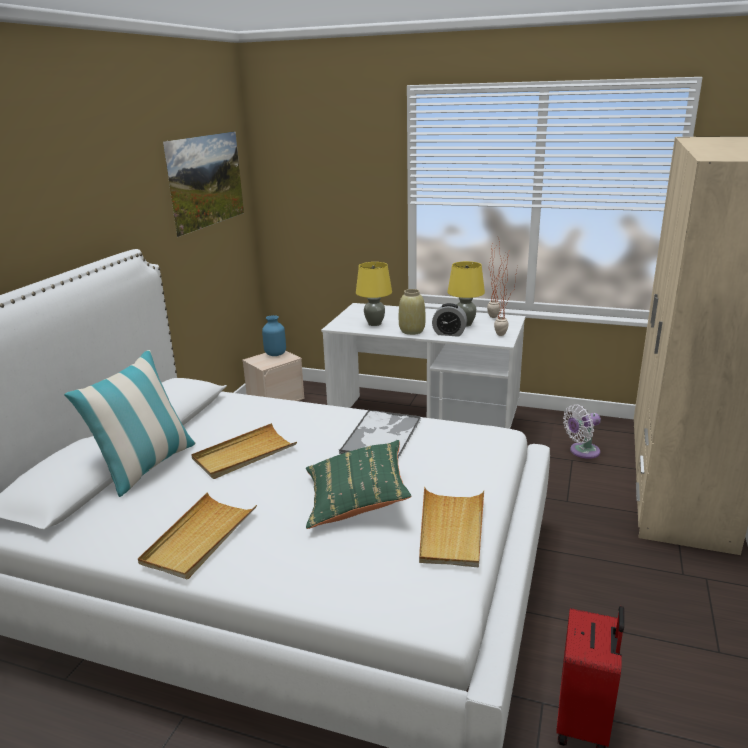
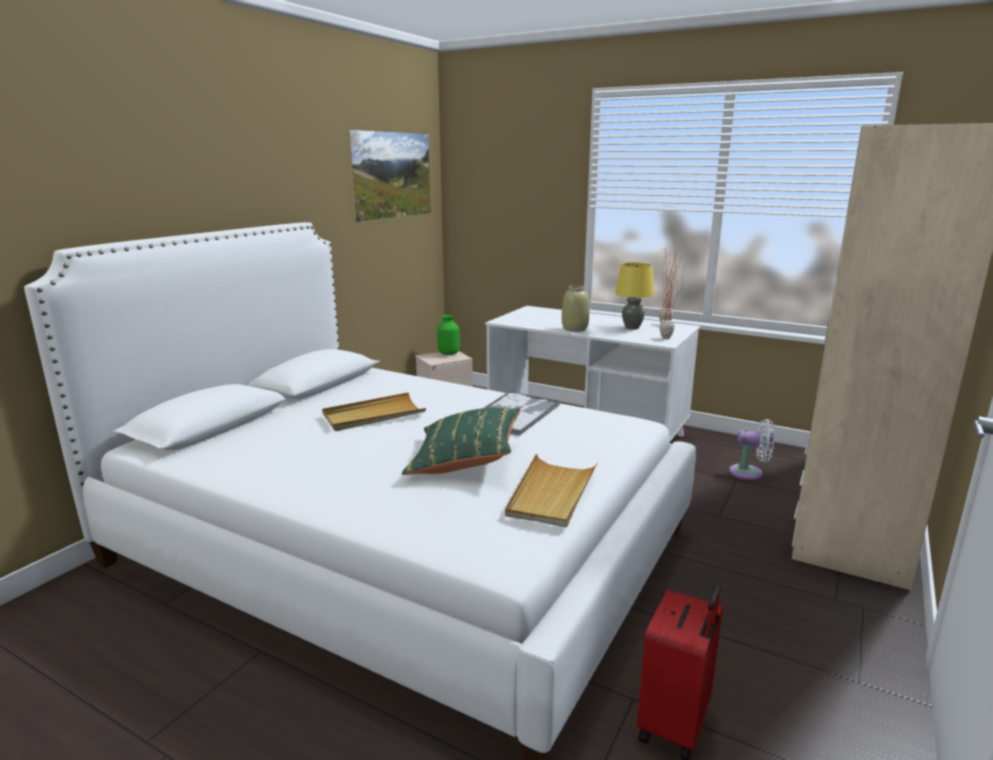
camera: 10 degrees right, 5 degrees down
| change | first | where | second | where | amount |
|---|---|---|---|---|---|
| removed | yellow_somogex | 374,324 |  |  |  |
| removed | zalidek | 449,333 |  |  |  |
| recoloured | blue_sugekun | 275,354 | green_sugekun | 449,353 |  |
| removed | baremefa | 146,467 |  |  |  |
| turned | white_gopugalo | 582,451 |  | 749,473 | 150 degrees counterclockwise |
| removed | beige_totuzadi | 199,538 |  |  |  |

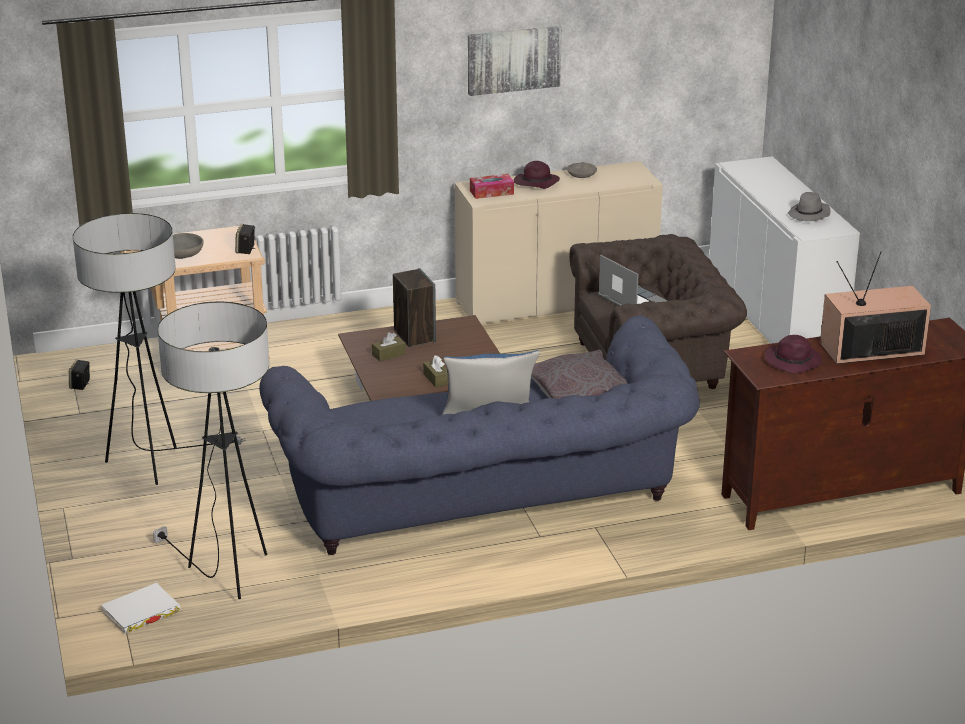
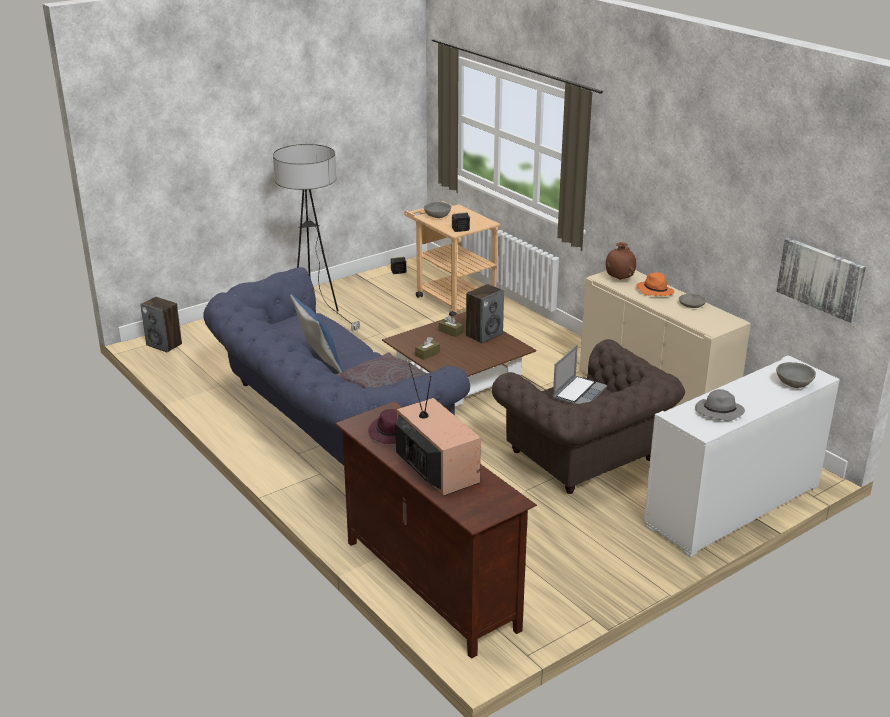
camera: 70 degrees right, 0 degrees up
| change | first | where | second | where | amount |
|---|---|---|---|---|---|
| moved | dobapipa | 513,59 |  | 821,279 |  |
| recoloured | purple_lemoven | 535,183 | orange_lemoven | 654,291 |  |
| replaced | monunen | 491,192 | brown_sugekun | 619,279 |  |
| removed | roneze | 228,577 |  |  |  |
| replaced | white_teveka | 141,612 | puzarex | 164,344 |  |
| added |  |  | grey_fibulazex | 794,384 |  |

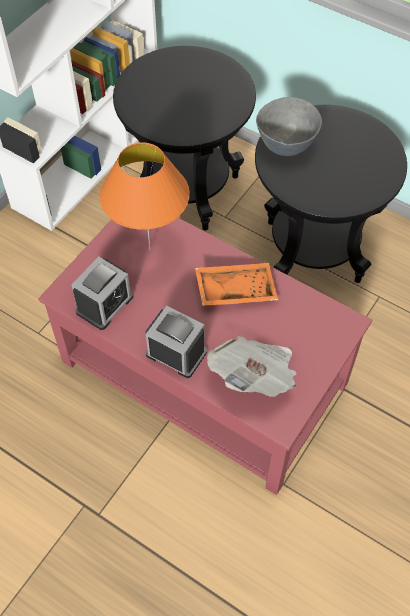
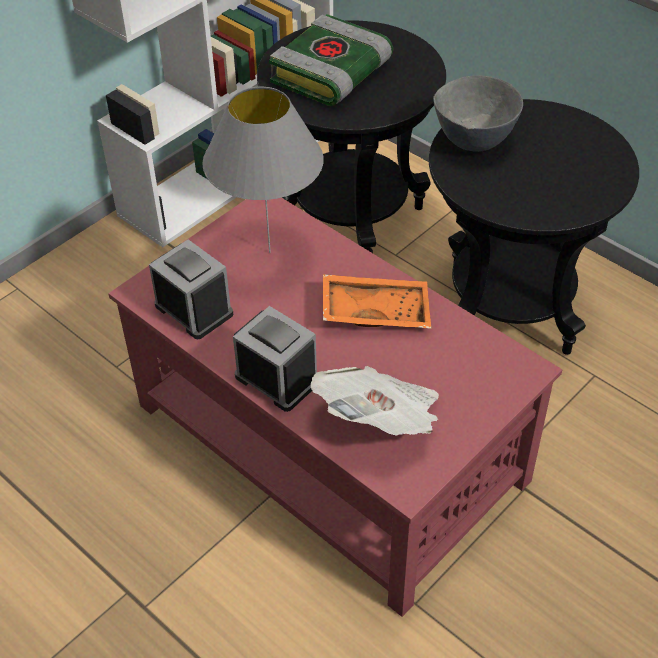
camera: 10 degrees right, 10 degrees down
| change | first | where | second | where | amount |
|---|---|---|---|---|---|
| recoloured | orange_somogex | 149,250 | grey_somogex | 269,252 |  |
| turned | zalidek | 104,304 |  | 194,310 | 90 degrees counterclockwise |
| added |  |  | teveka | 331,74 |  |

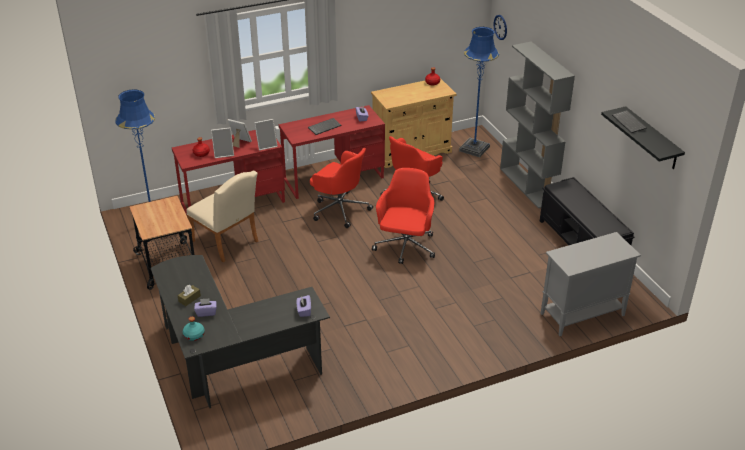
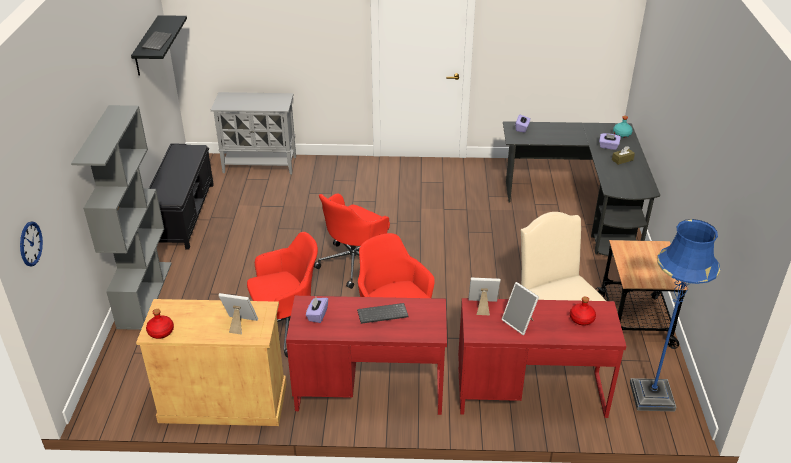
camera: 155 degrees left, 0 degrees up
| change | first | where | second | where | amount |
|---|---|---|---|---|---|
| removed | blue_roneze | 474,149 |  |  |  |
| moved | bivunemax | 224,153 |  | 239,324 |  |

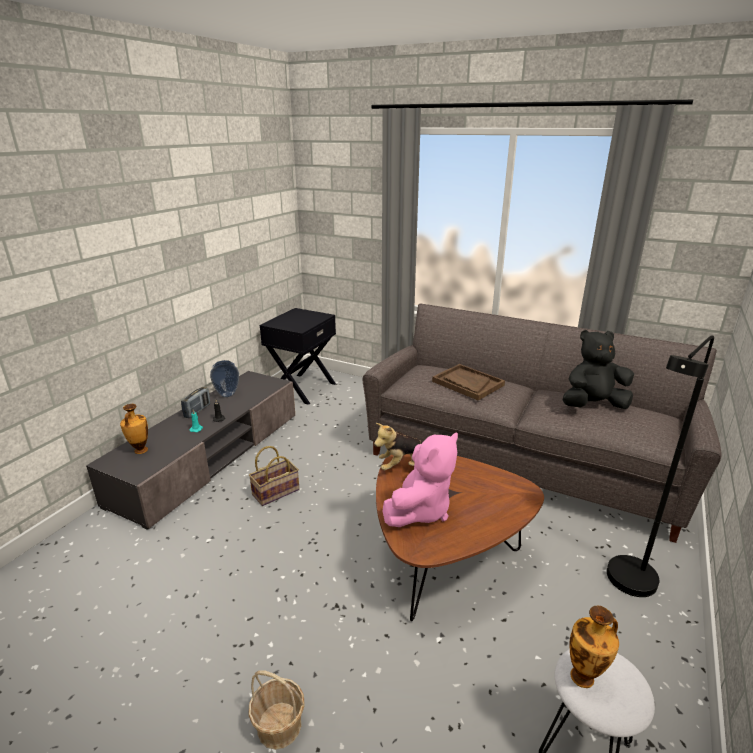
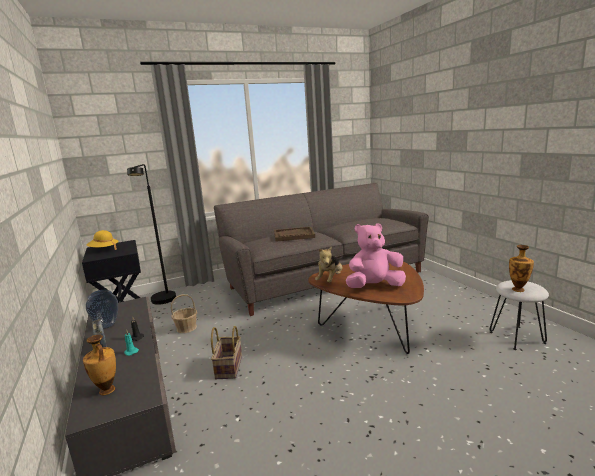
camera: 50 degrees left, 10 degrees down
| change | first | where | second | where | amount |
|---|---|---|---|---|---|
| removed | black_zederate | 592,405 |  |  |  |
| moved | black_roneze | 628,587 |  | 163,302 |  |
| turned | pink_zederate | 420,510 |  | 374,287 | 90 degrees counterclockwise |
| moved | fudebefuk | 279,726 |  | 186,328 |  |
| added |  |  | yellow_lemoven | 104,249 |  |

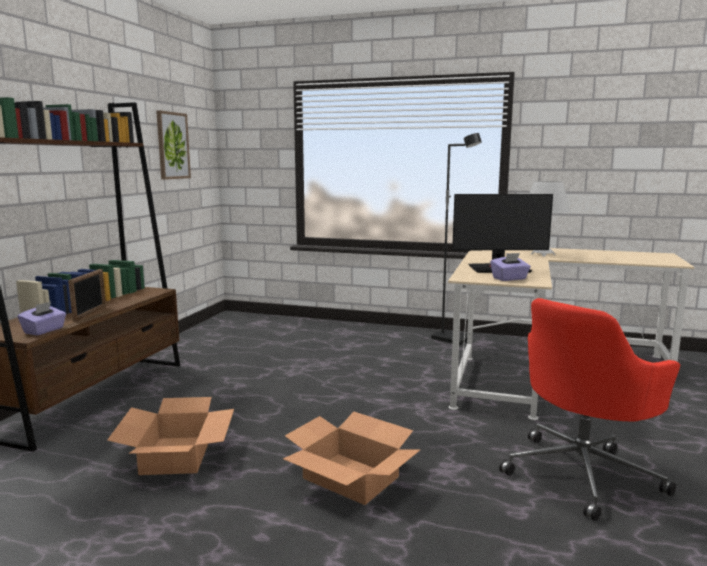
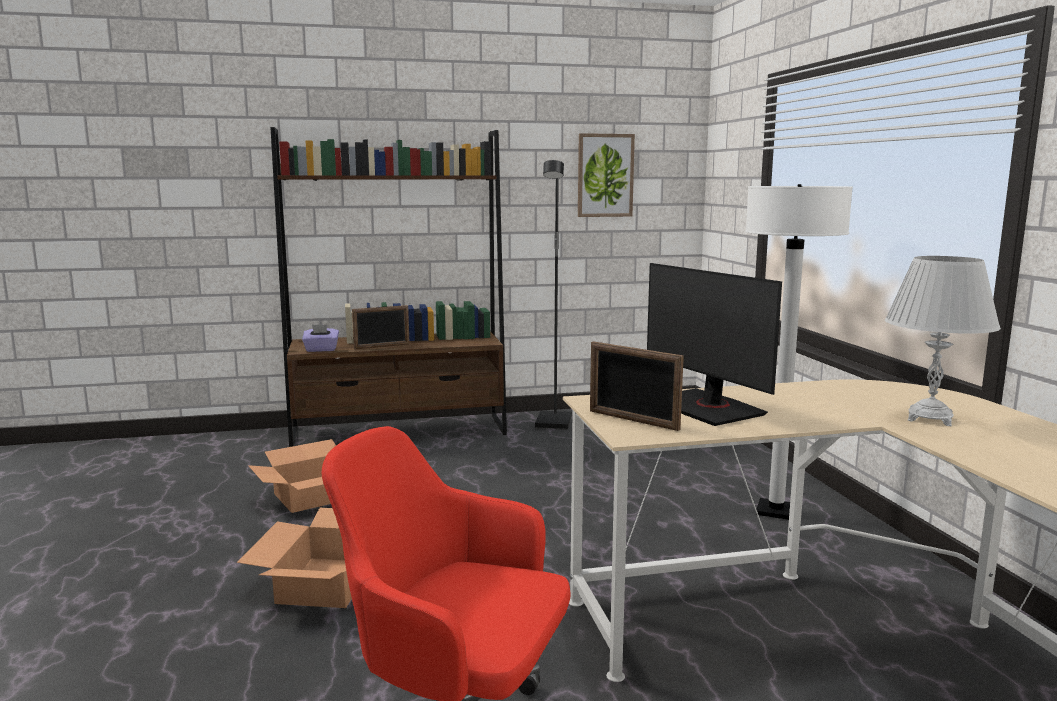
camera: 60 degrees right, 0 degrees up
| change | first | where | second | where | amount |
|---|---|---|---|---|---|
| moved | black_roneze | 452,339 |  | 554,423 |  |
| replaced | purple_monunen | 509,279 | bivunemax | 632,420 |  |
| added |  |  | white_roneze | 775,511 |  |

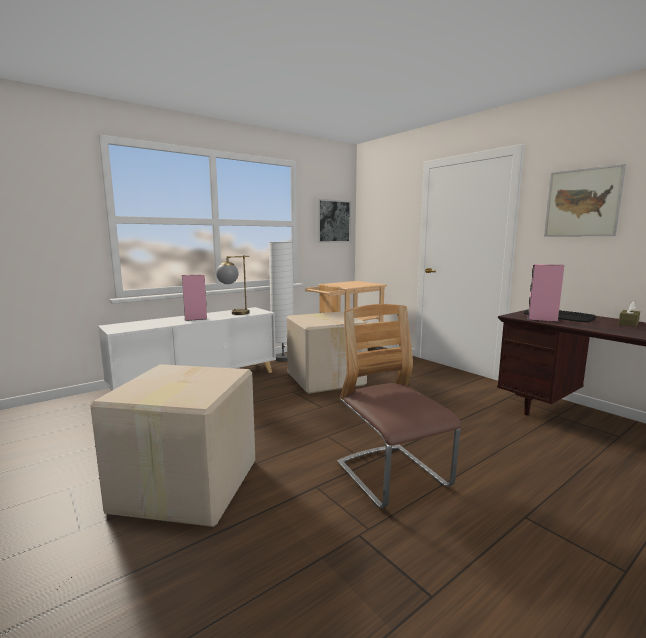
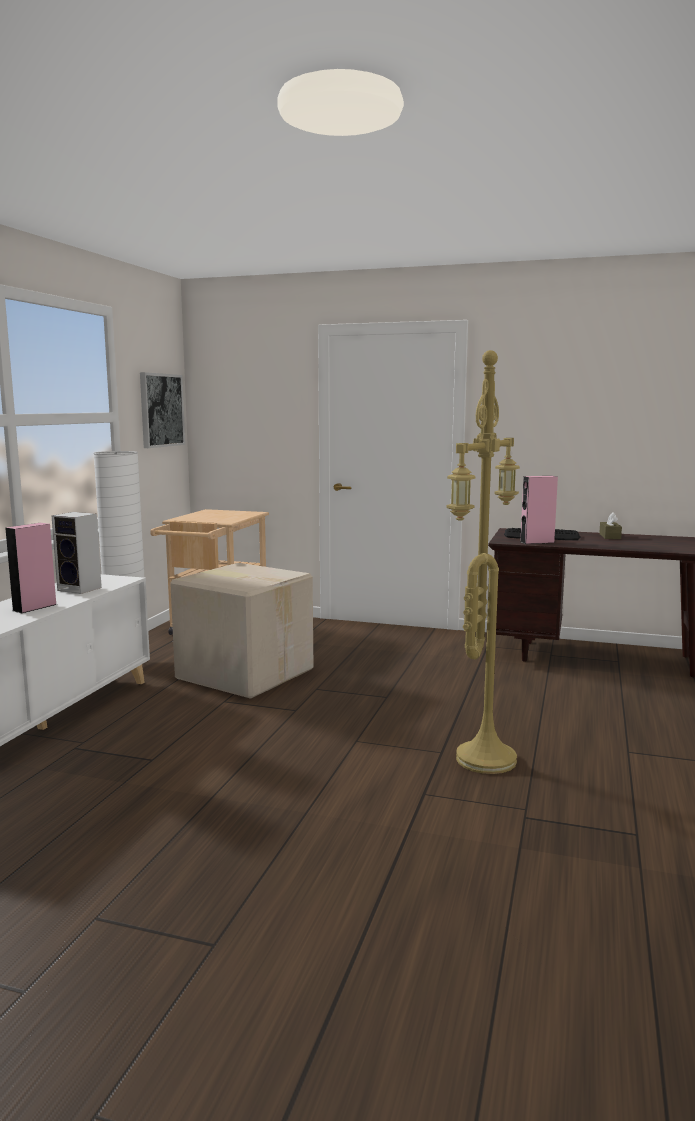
camera: 35 degrees left, 0 degrees up
| change | first | where | second | where | amount |
|---|---|---|---|---|---|
| removed | dobapipa | 582,203 |  |  |  |
| replaced | somogex | 234,314 | puzarex | 81,589 |  |
| replaced | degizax | 392,476 | yellow_roneze | 483,758 |  |
| removed | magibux | 184,486 |  |  |  |

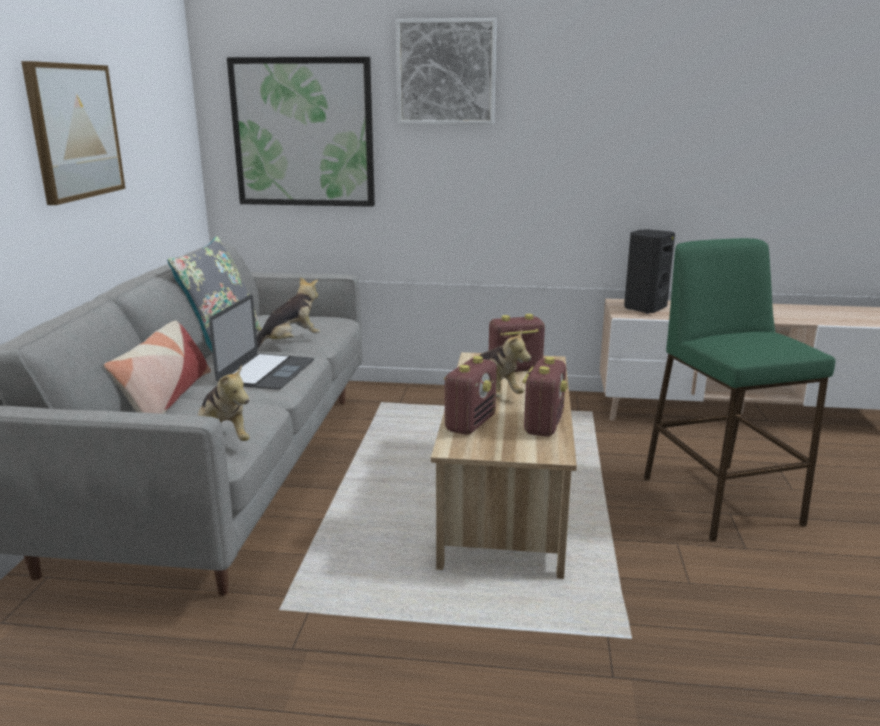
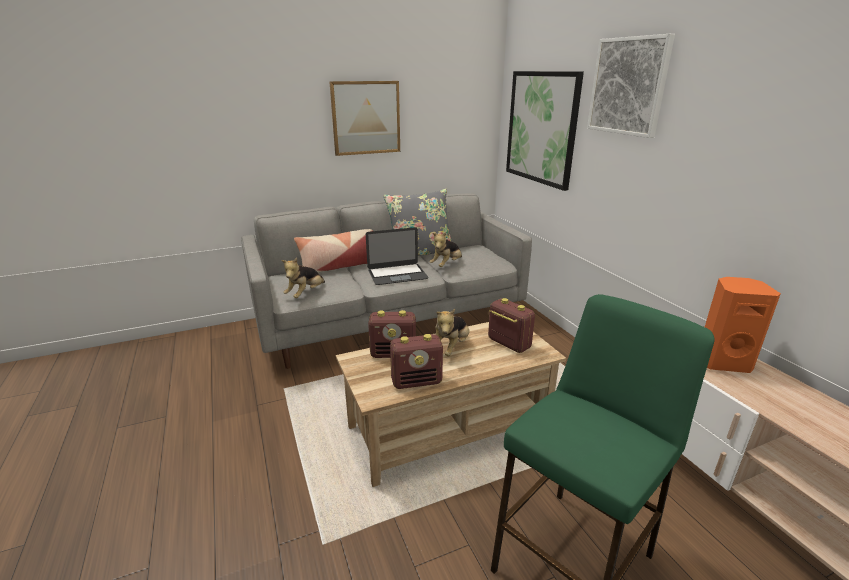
camera: 60 degrees right, 5 degrees up
| change | first | where | second | where | amount |
|---|---|---|---|---|---|
| recoloured | black_puzarex | 644,308 | orange_puzarex | 722,362 |  |
| turned | zederate | 290,342 |  | 446,265 | 105 degrees clockwise |

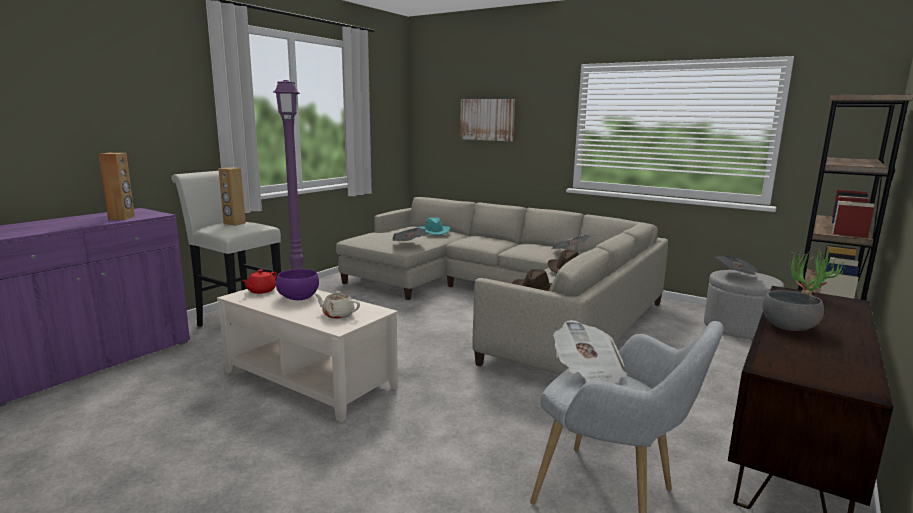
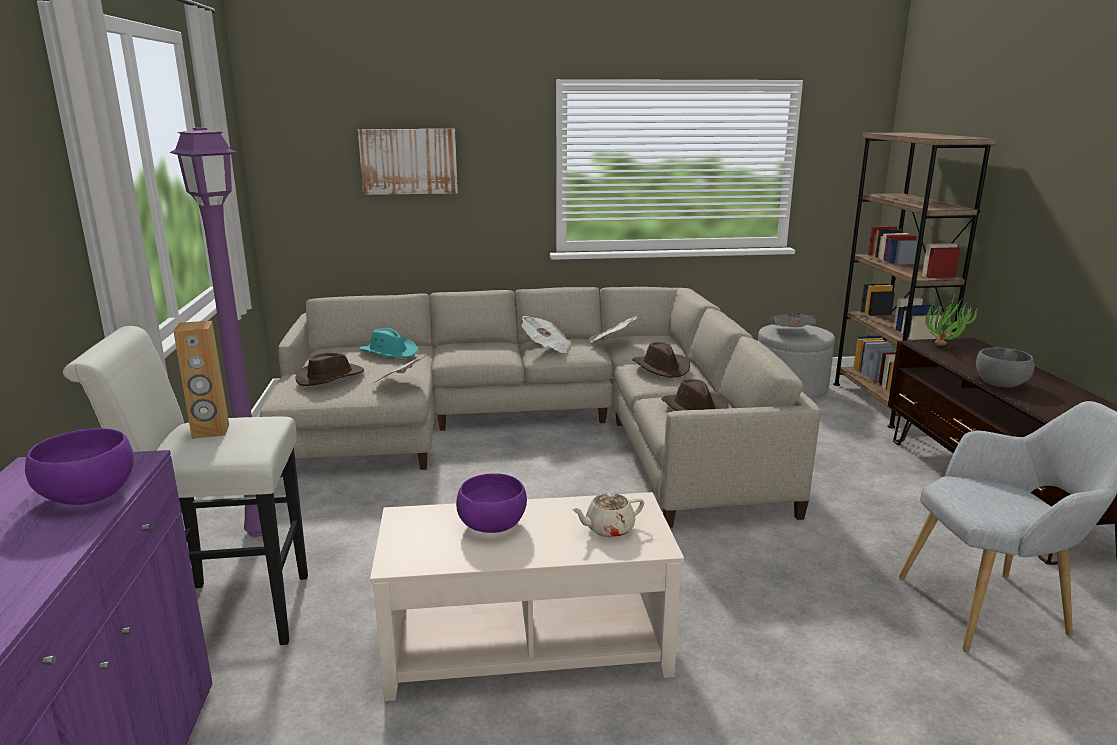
camera: 40 degrees left, 5 degrees up
| change | first | where | second | where | amount |
|---|---|---|---|---|---|
| replaced | brown_puzarex | 122,218 | purple_fibulazex | 87,495 |  |
| removed | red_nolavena | 261,291 |  |  |  |
| moved | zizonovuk | 588,373 |  | 546,347 |  |
| added |  |  | brown_lemoven | 330,377 |  |

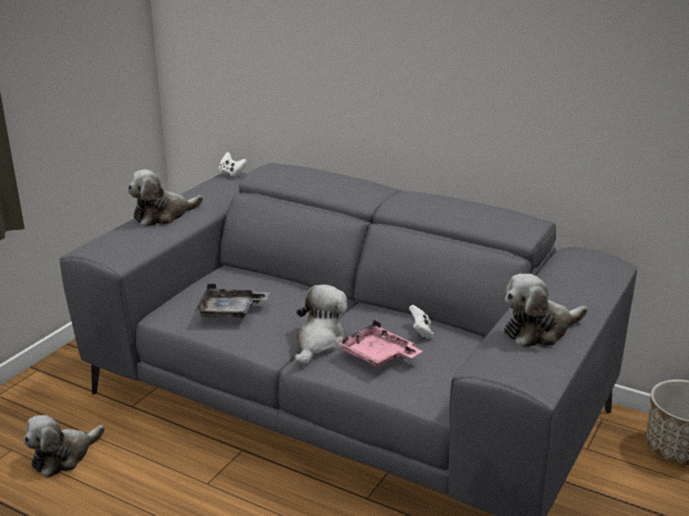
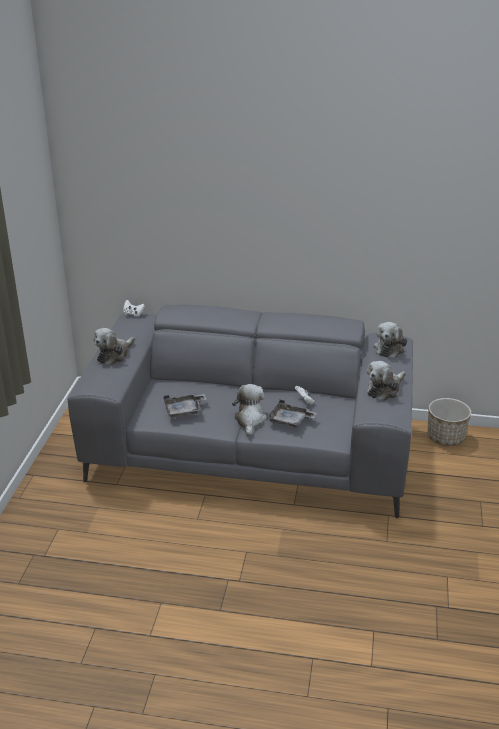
camera: 20 degrees left, 5 degrees up
| change | first | where | second | where | amount |
|---|---|---|---|---|---|
| recoloured | pink_totuzadi | 378,356 | grey_totuzadi | 290,420 |  |
| moved | zederate | 64,456 |  | 389,348 |  |

